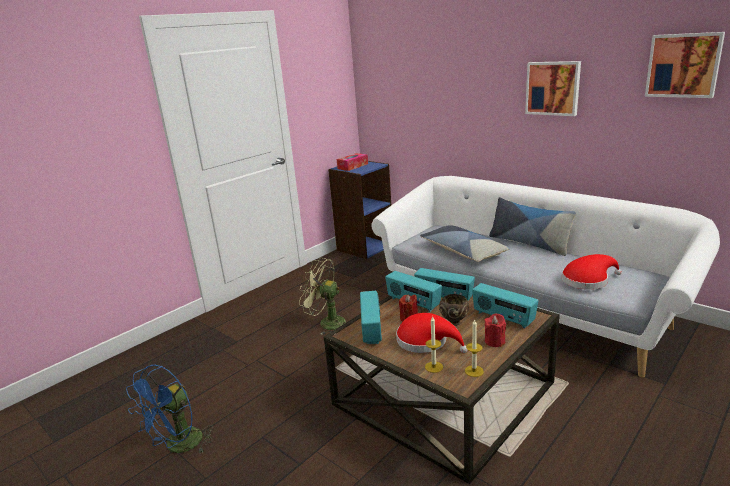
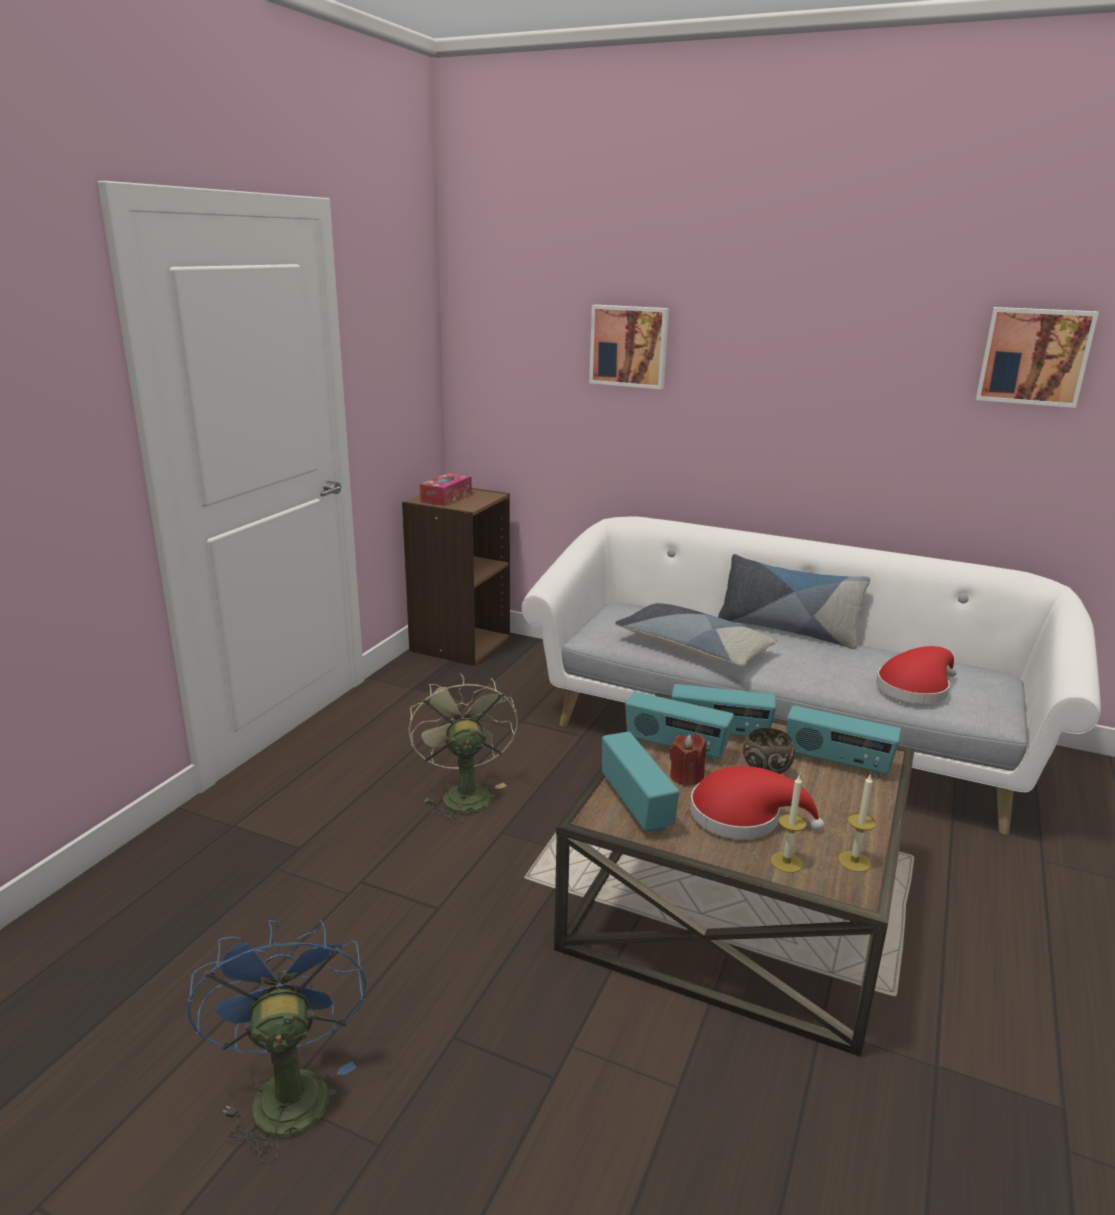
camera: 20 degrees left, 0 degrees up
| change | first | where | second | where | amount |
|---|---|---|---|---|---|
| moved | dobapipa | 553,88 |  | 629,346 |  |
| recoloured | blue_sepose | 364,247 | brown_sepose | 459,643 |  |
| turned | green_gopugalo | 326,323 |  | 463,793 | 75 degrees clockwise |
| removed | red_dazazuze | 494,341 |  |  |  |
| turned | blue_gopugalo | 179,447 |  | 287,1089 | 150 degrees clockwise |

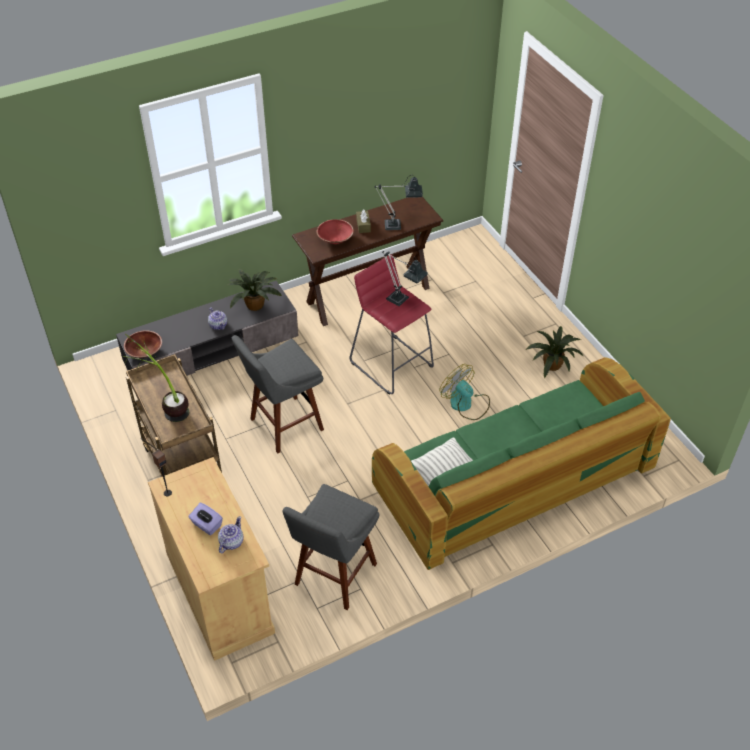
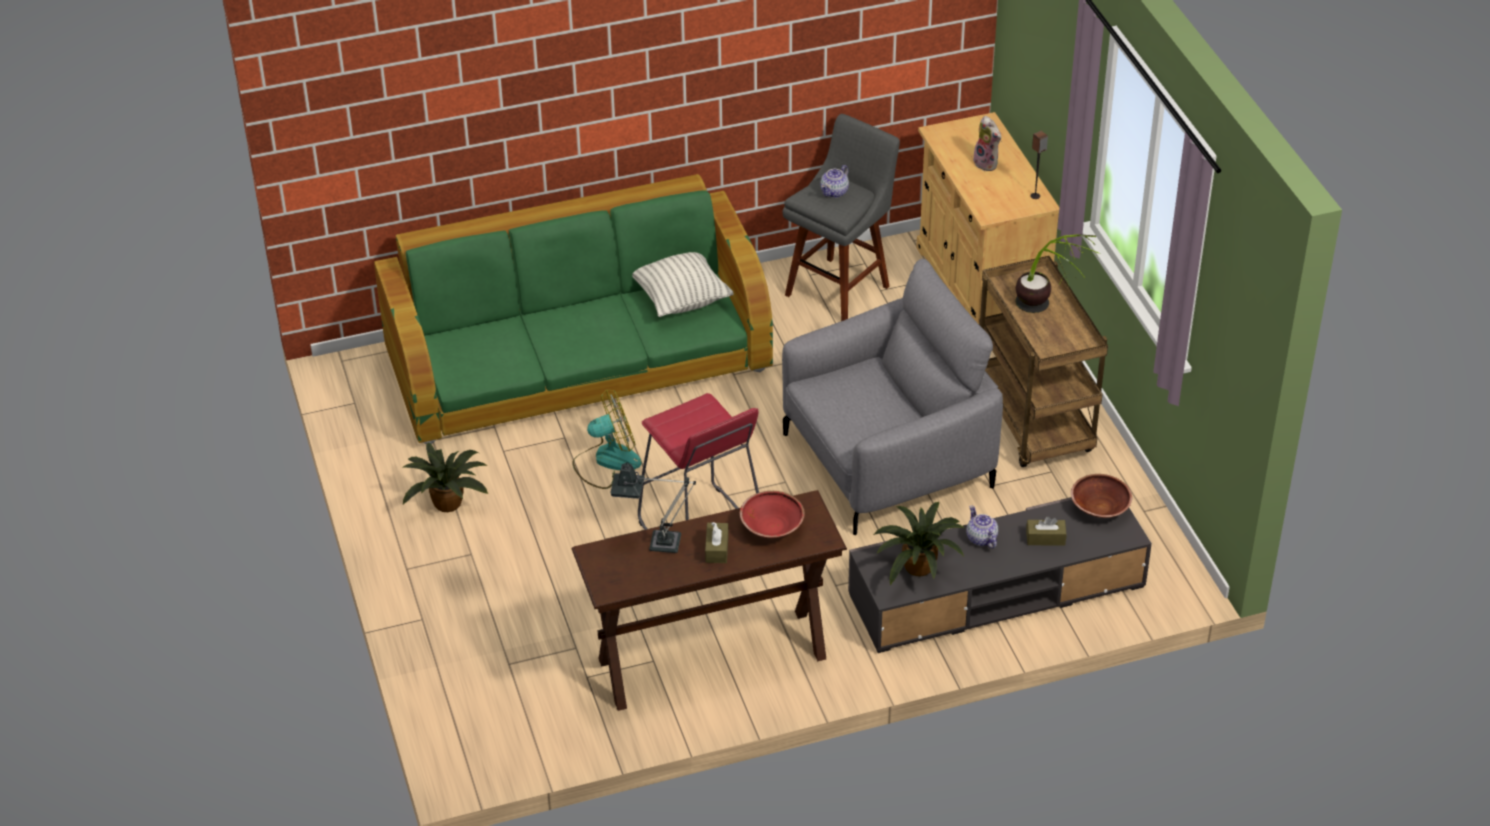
camera: 170 degrees left, 5 degrees down
| change | first | where | second | where | amount |
|---|---|---|---|---|---|
| removed | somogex | 401,301 |  |  |  |
| replaced | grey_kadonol | 283,426 | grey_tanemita | 886,461 |  |
| turned | gopugalo | 465,404 |  | 606,461 | 75 degrees counterclockwise |
| replaced | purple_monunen | 206,525 | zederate | 987,163 |  |
| moved | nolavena | 231,542 |  | 835,192 |  |
| added |  |  | brown_monunen | 1045,538 |  |

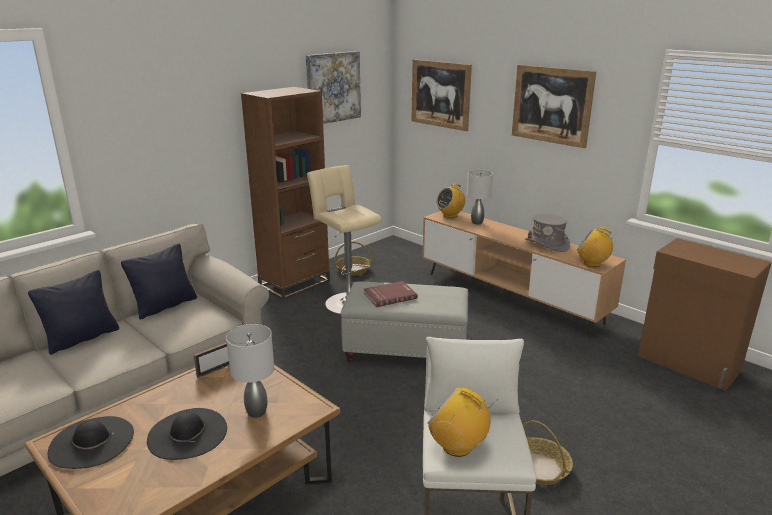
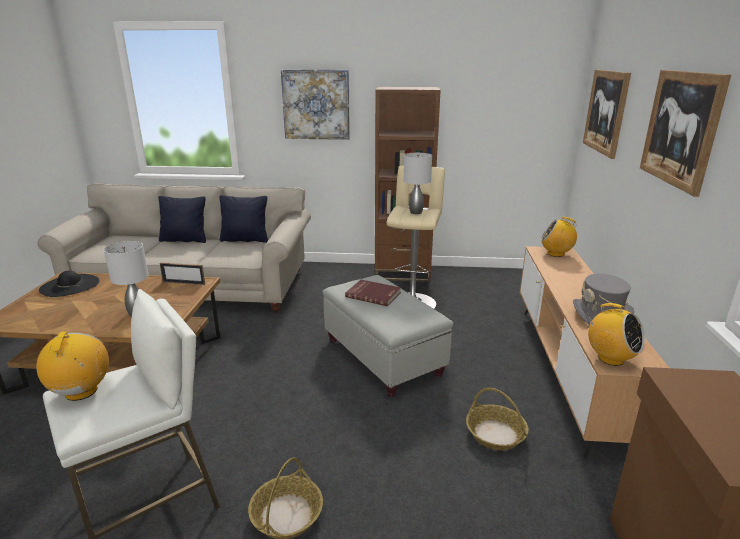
camera: 50 degrees right, 0 degrees up
| change | first | where | second | where | amount |
|---|---|---|---|---|---|
| moved | dobapipa | 333,87 |  | 316,105 |  |
| moved | grey_somogex | 477,222 |  | 416,212 |  |
| turned | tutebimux | 592,263 |  | 610,358 | 150 degrees clockwise |
| moved | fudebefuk | 353,270 |  | 496,434 |  |
| removed | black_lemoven | 187,433 |  |  |  |

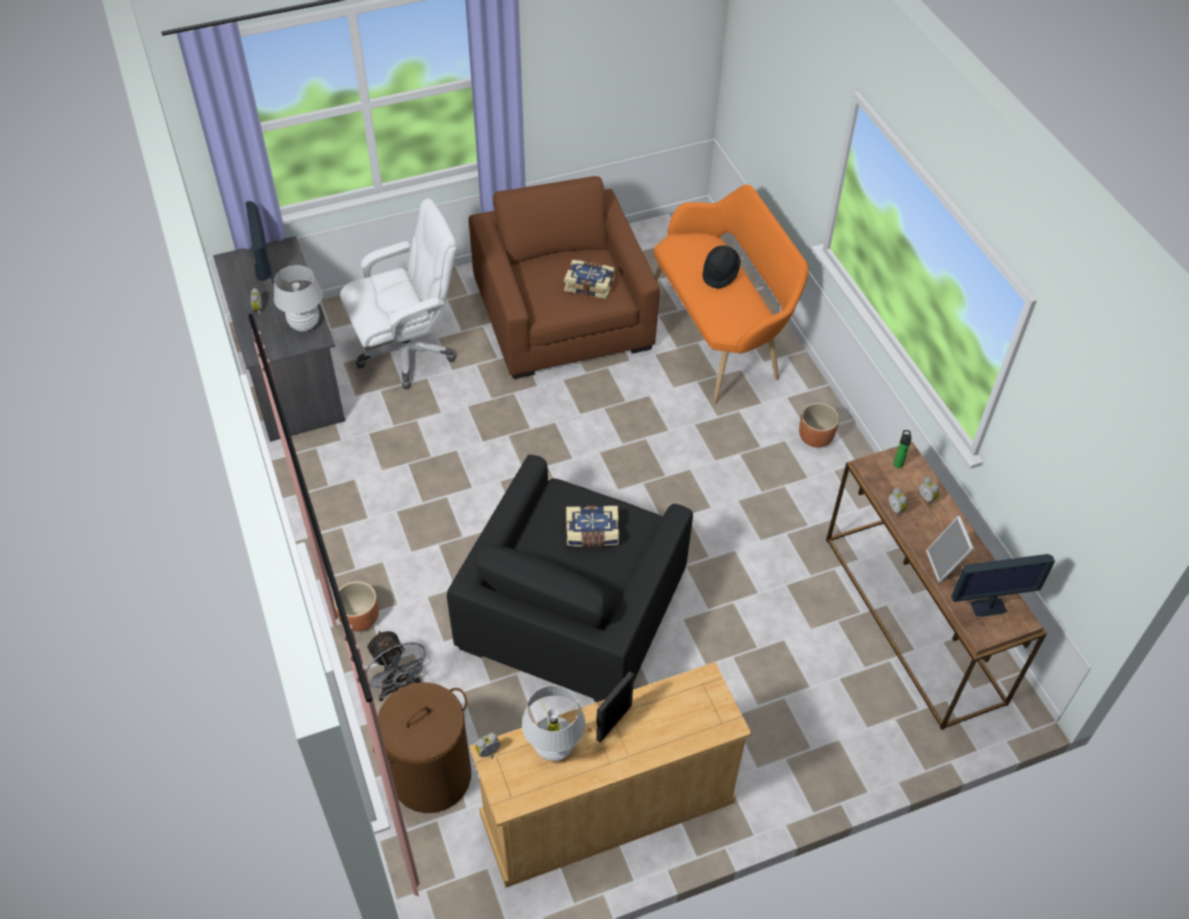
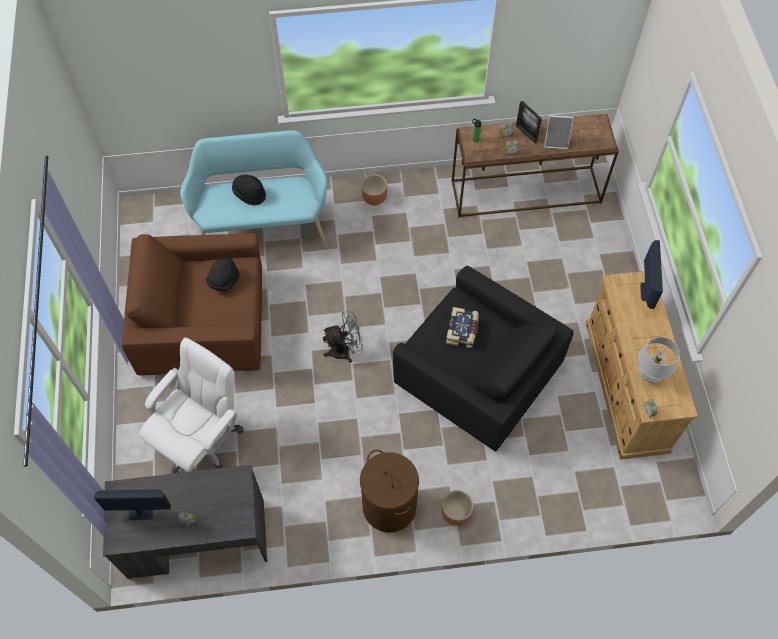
camera: 75 degrees left, 10 degrees up
| change | first | where | second | where | amount |
|---|---|---|---|---|---|
| recoloured | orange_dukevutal | 720,335 | turquoise_dukevutal | 262,226 |  |
| turned | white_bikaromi | 407,351 |  | 202,441 | 45 degrees clockwise |
| replaced | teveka | 589,284 | black_lemoven | 224,280 |  |
| removed | white_somogex | 305,325 |  |  |  |
| moved | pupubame | 989,606 |  | 646,291 |  |
| moved | grey_gopugalo | 398,687 |  | 345,350 |  |
| moved | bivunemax | 614,722 |  | 526,134 |  |
| moved | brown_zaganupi | 431,775 |  | 389,506 |  |

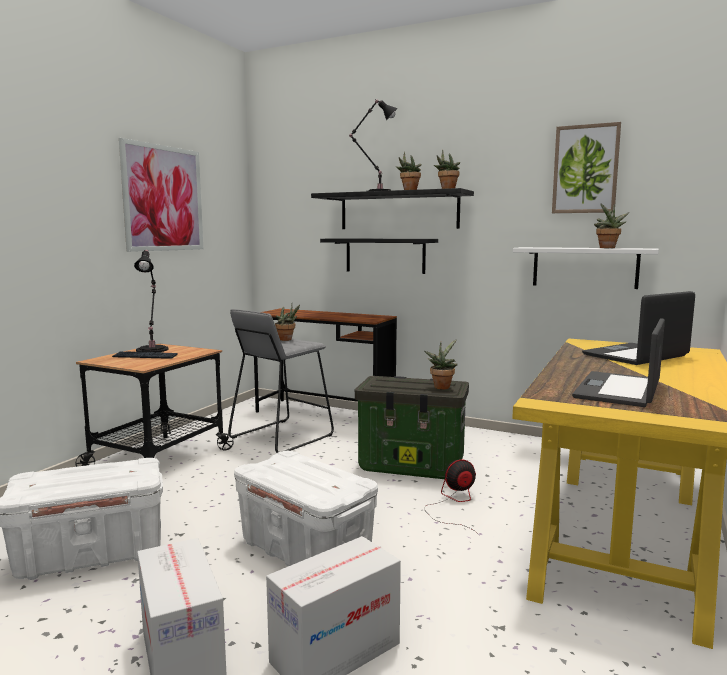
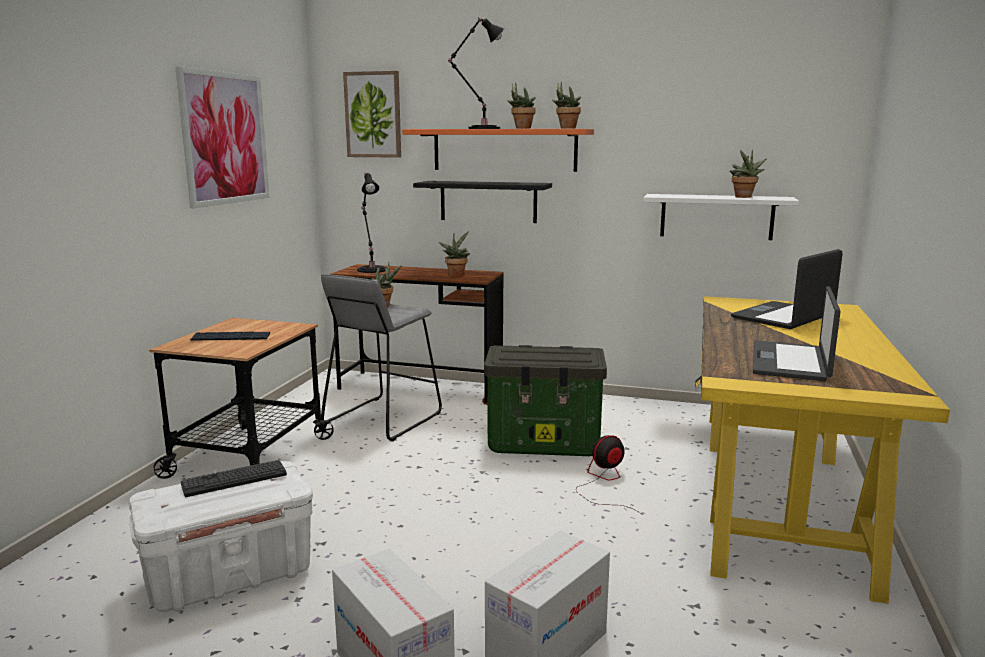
camera: 10 degrees left, 5 degrees up
| change | first | where | second | where | amount |
|---|---|---|---|---|---|
| moved | dobapipa | 585,169 |  | 373,115 |  |
| recoloured | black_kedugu | 398,211 | orange_kedugu | 504,150 |  |
| moved | black_somogex | 153,349 |  | 371,269 |  |
| moved | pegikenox | 442,386 |  | 456,275 |  |
| removed | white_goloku | 306,551 |  |  |  |
| added |  |  | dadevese | 234,479 |  |

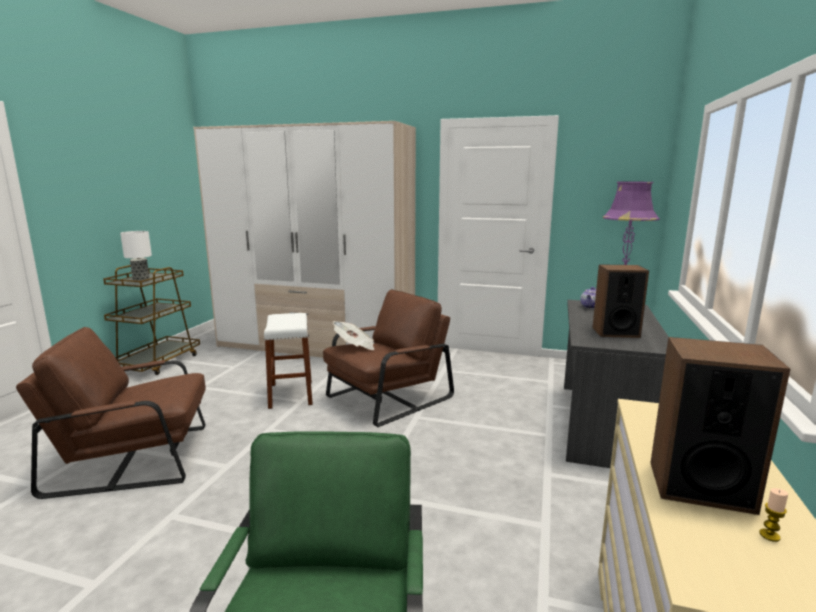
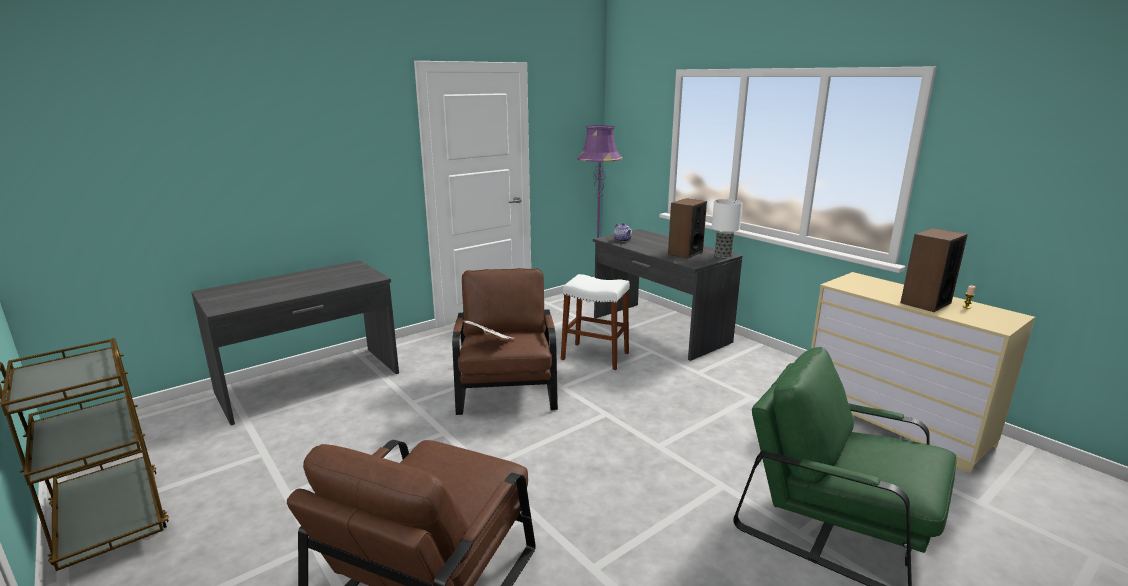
camera: 55 degrees left, 5 degrees up
| change | first | where | second | where | amount |
|---|---|---|---|---|---|
| replaced | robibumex | 316,346 | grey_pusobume | 310,383 |  |
| moved | somogex | 142,281 |  | 723,255 |  |
| moved | white_kadonol | 291,394 |  | 595,356 |  |

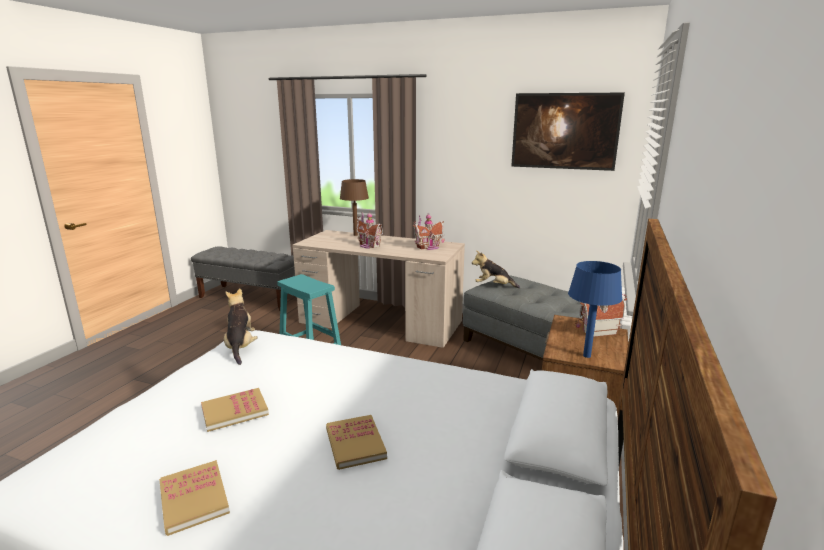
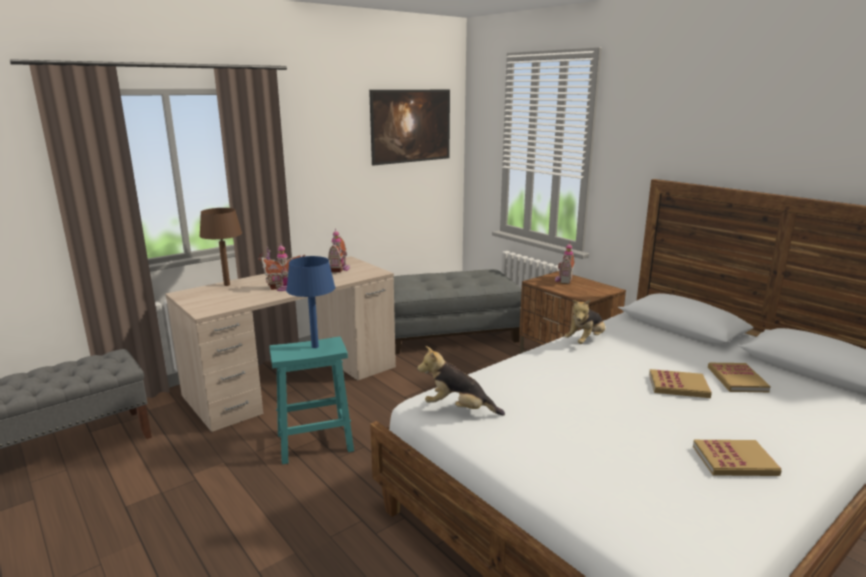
camera: 60 degrees left, 0 degrees up
| change | first | where | second | where | amount |
|---|---|---|---|---|---|
| moved | zederate | 493,286 |  | 586,341 |  |
| moved | blue_somogex | 587,356 |  | 315,346 |  |
| moved | teveka | 234,411 |  | 737,379 |  |

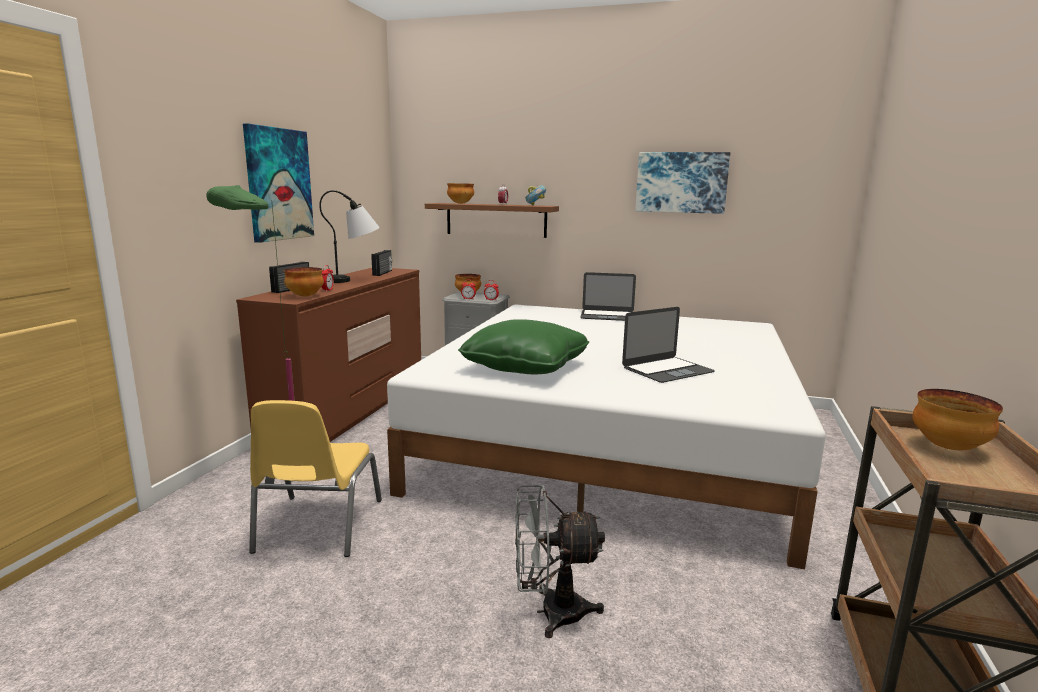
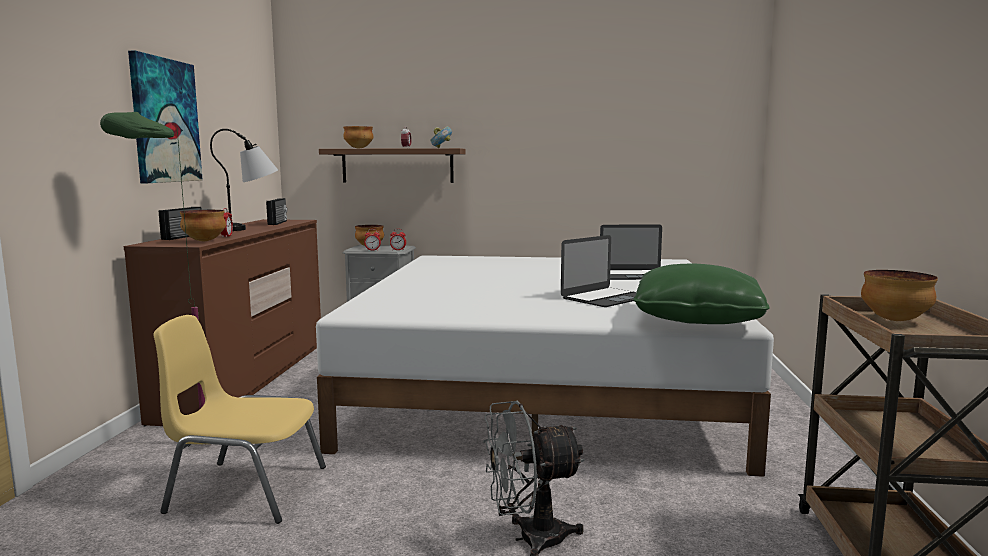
camera: 10 degrees left, 5 degrees down
| change | first | where | second | where | amount |
|---|---|---|---|---|---|
| removed | dobapipa | 681,182 |  |  |  |
| moved | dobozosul | 607,316 |  | 634,275 |  |
| moved | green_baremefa | 525,367 |  | 697,318 |  |
| turned | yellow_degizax | 317,526 |  | 245,489 | 105 degrees clockwise |

